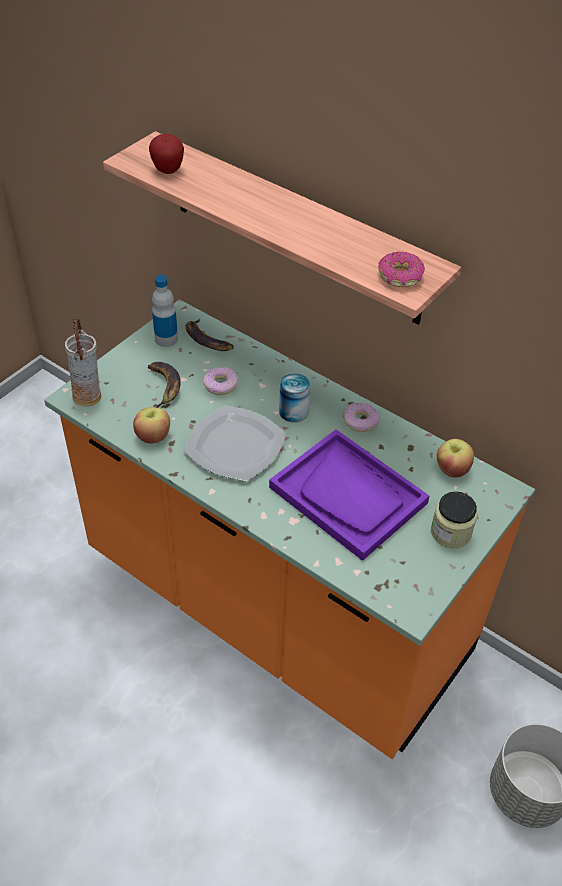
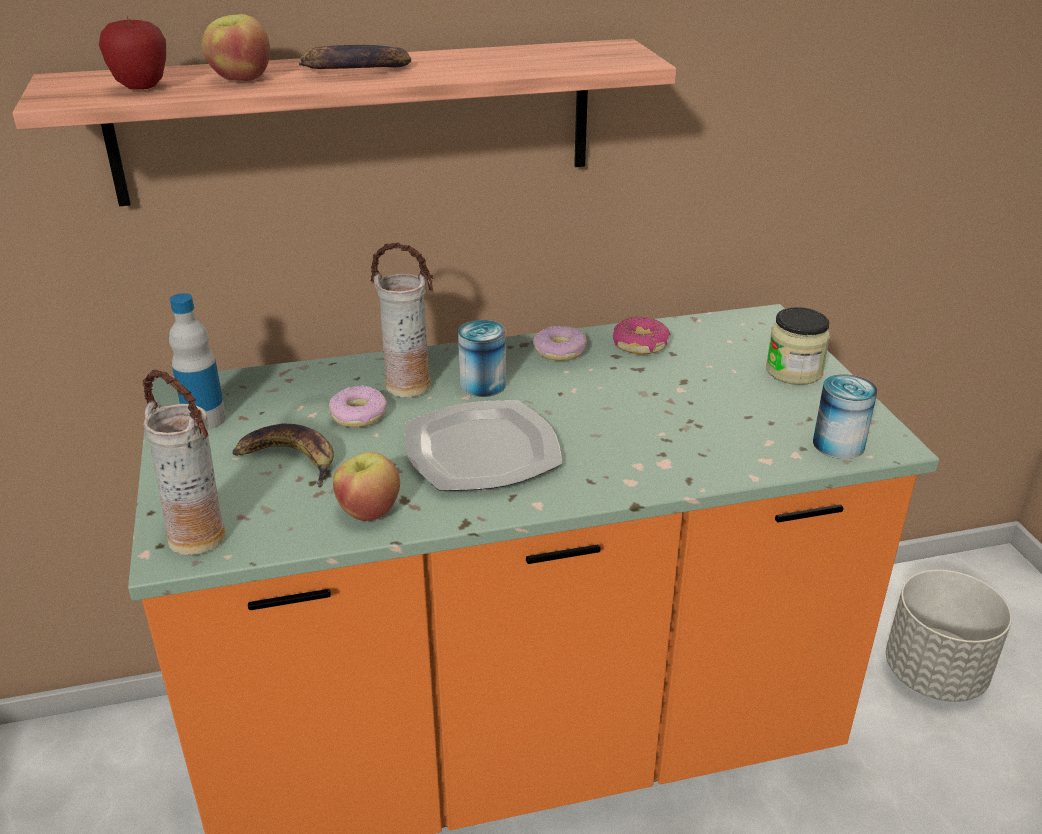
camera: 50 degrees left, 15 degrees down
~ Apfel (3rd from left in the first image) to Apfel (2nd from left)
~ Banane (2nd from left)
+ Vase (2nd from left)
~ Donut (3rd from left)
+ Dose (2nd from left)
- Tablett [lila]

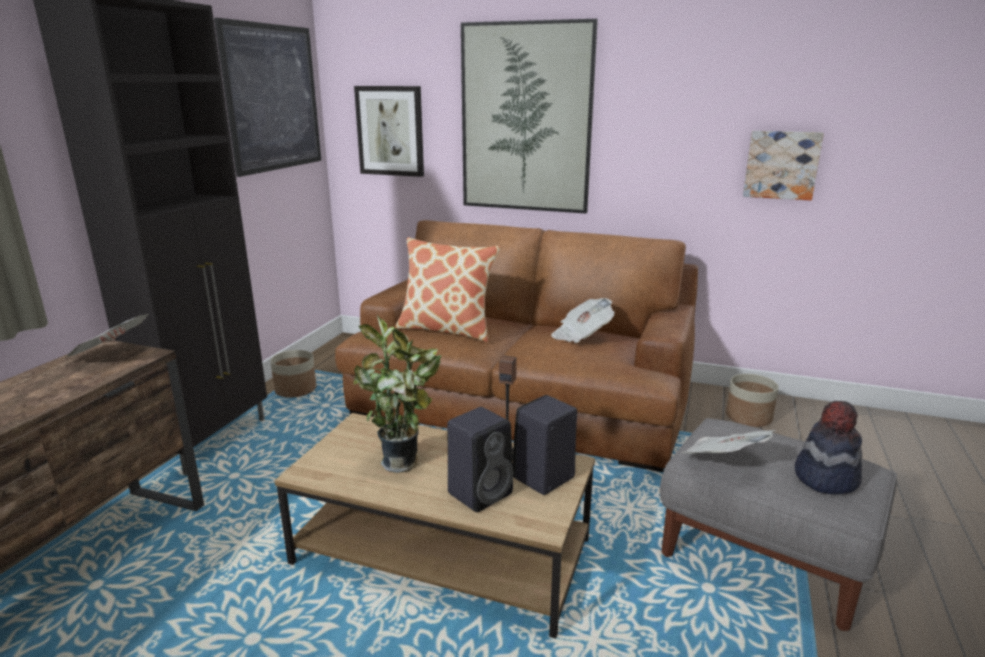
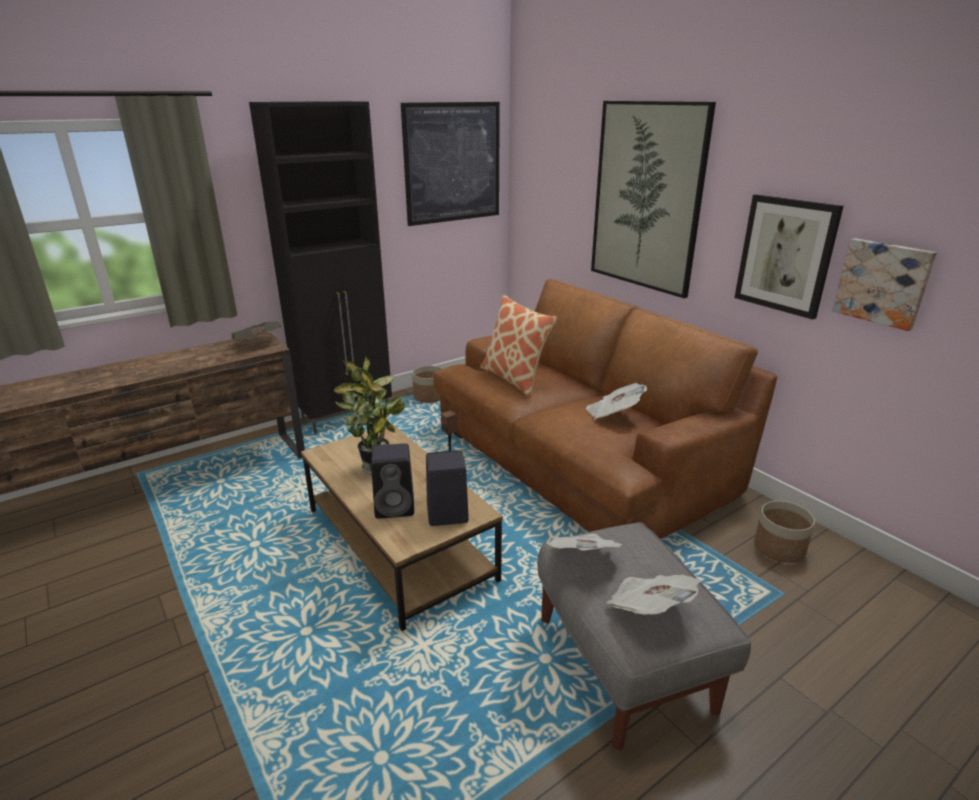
camera: 35 degrees right, 5 degrees up
~ Hut to Zeitung (4th from left)
~ Bild (2nd from left in the first image) to Bild (3rd from left)

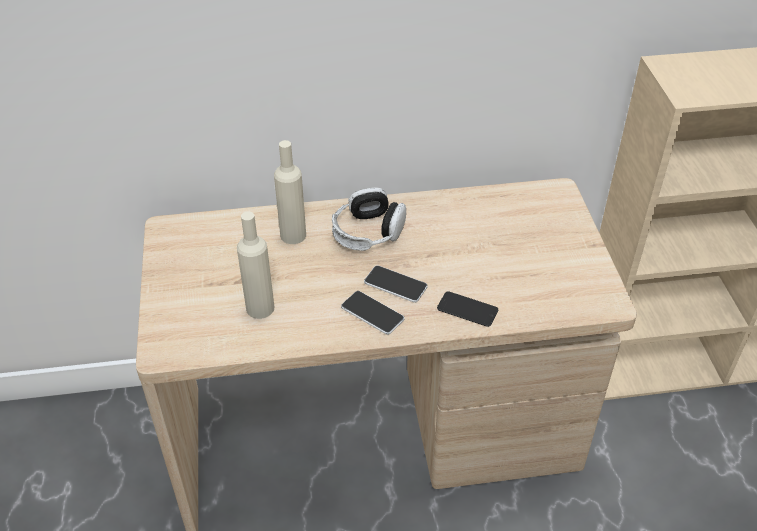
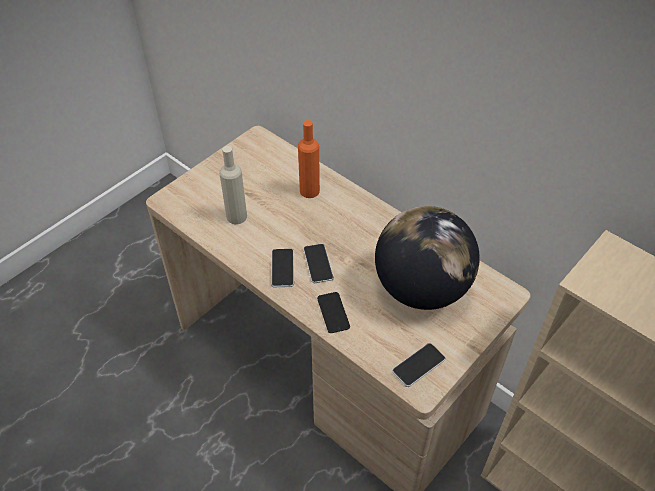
camera: 50 degrees right, 5 degrees up
~ Flasche [beige] (2nd from left) to Flasche [orange]
+ Globus
+ Handy (4th from left)
- Kopfhörer

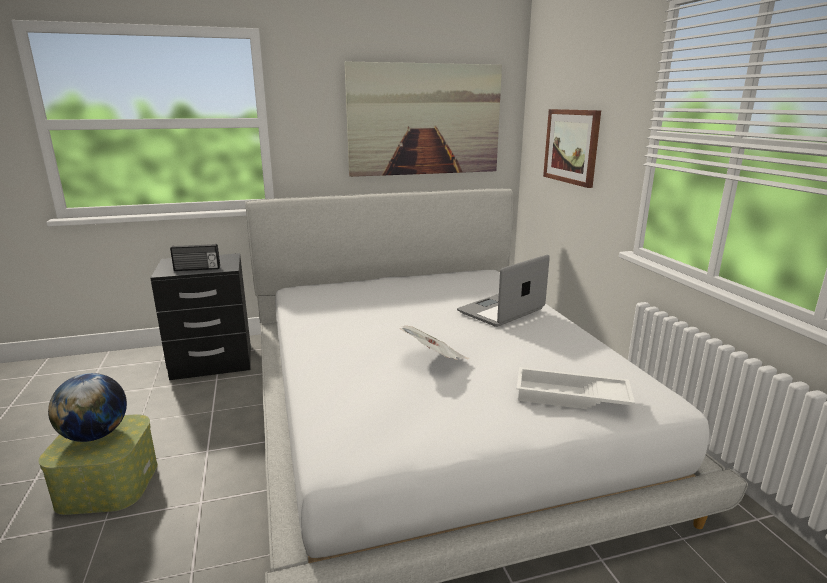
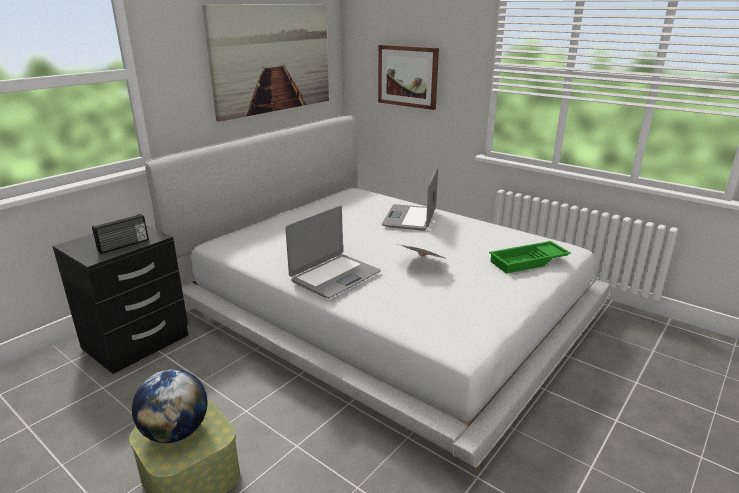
camera: 35 degrees left, 5 degrees up
+ Laptop (1st from left)
~ Tablett [weiß] to Tablett [grün]

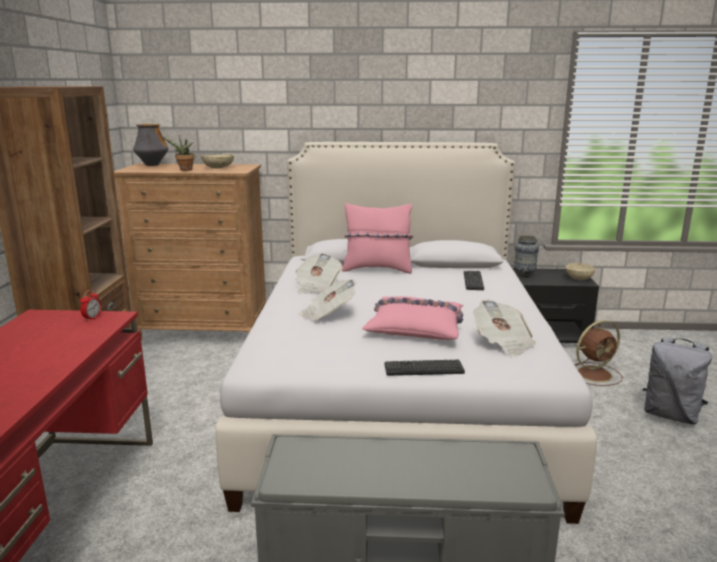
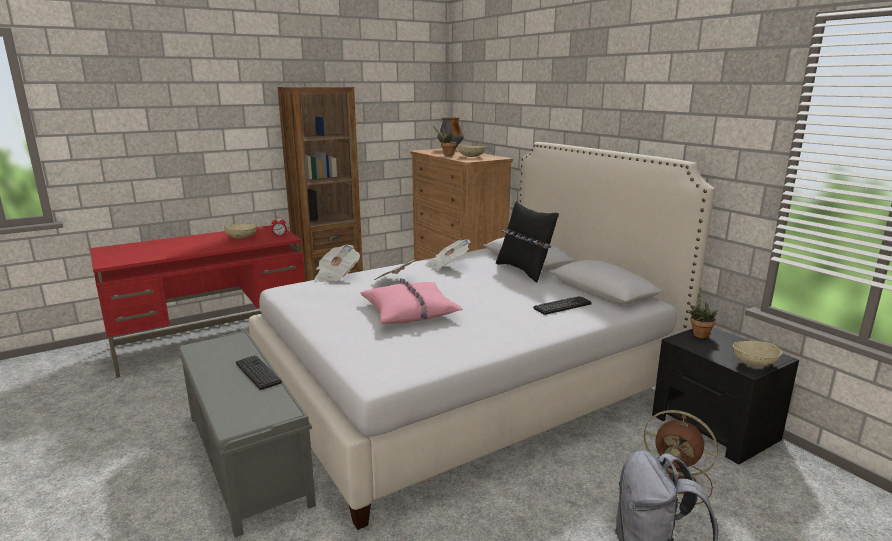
camera: 55 degrees right, 0 degrees up
+ Schüssel [beige] (1st from left)
~ Tastatur (1st from left)
~ Zeitung (3rd from left in the first image) to Zeitung (1st from left)
~ Kissen [rosa] (1st from left) to Kissen [schwarz]
~ Vase (2nd from left) to Topfpflanze (2nd from left)

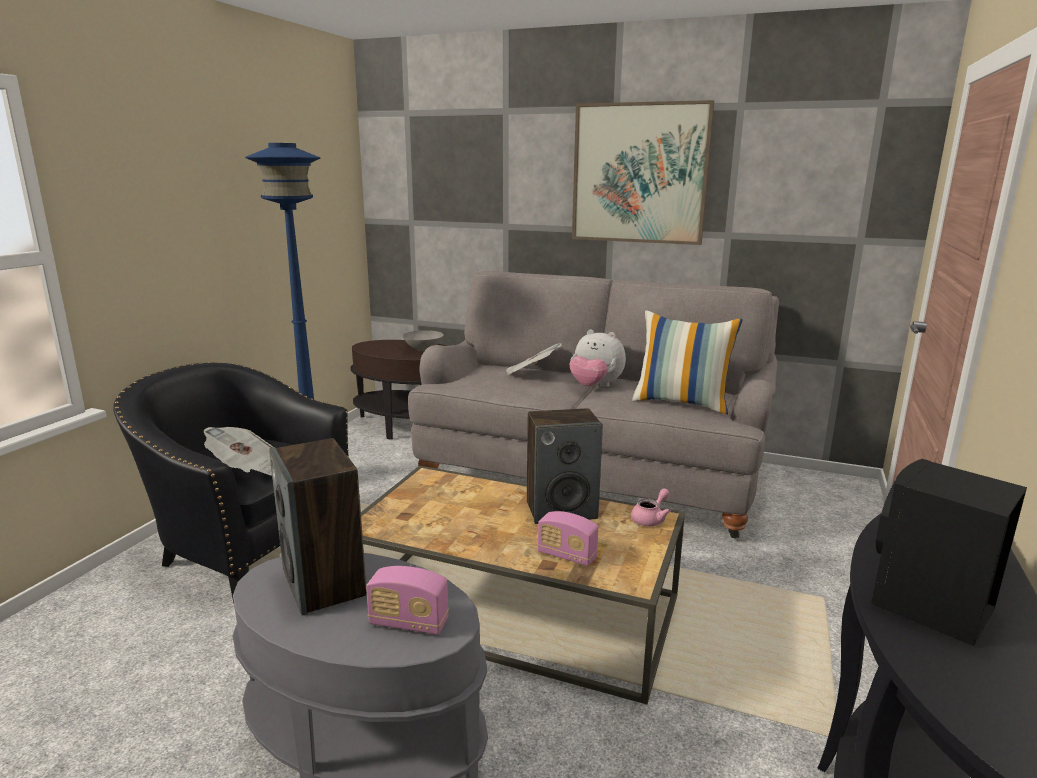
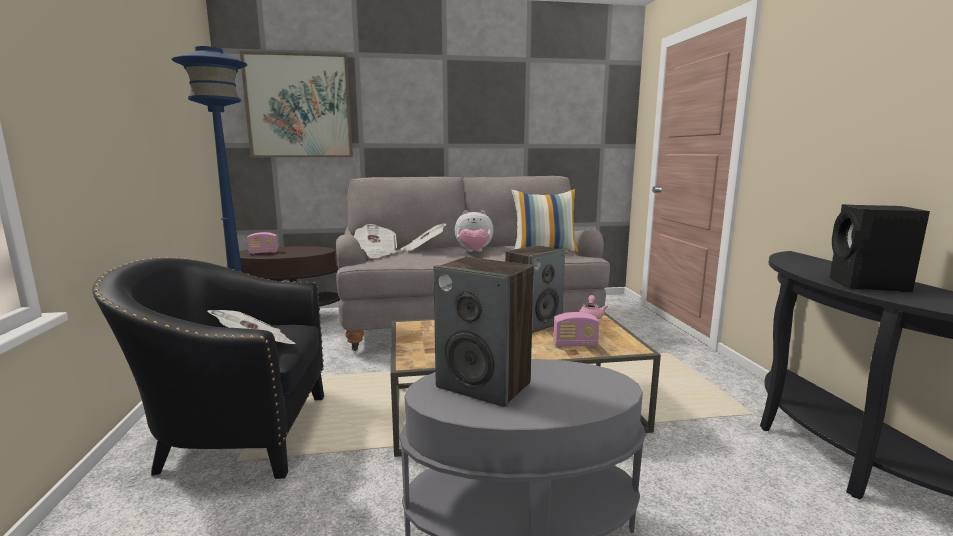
camera: 30 degrees left, 5 degrees down
~ Bild
~ Radio (1st from left)
+ Zeitung (2nd from left)
- Schüssel [grau]

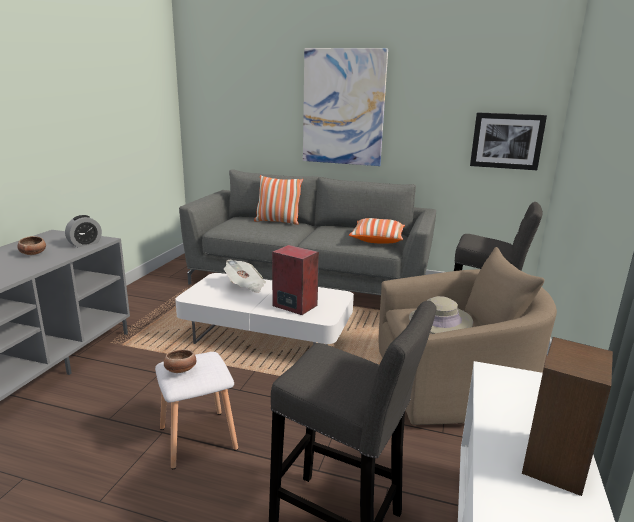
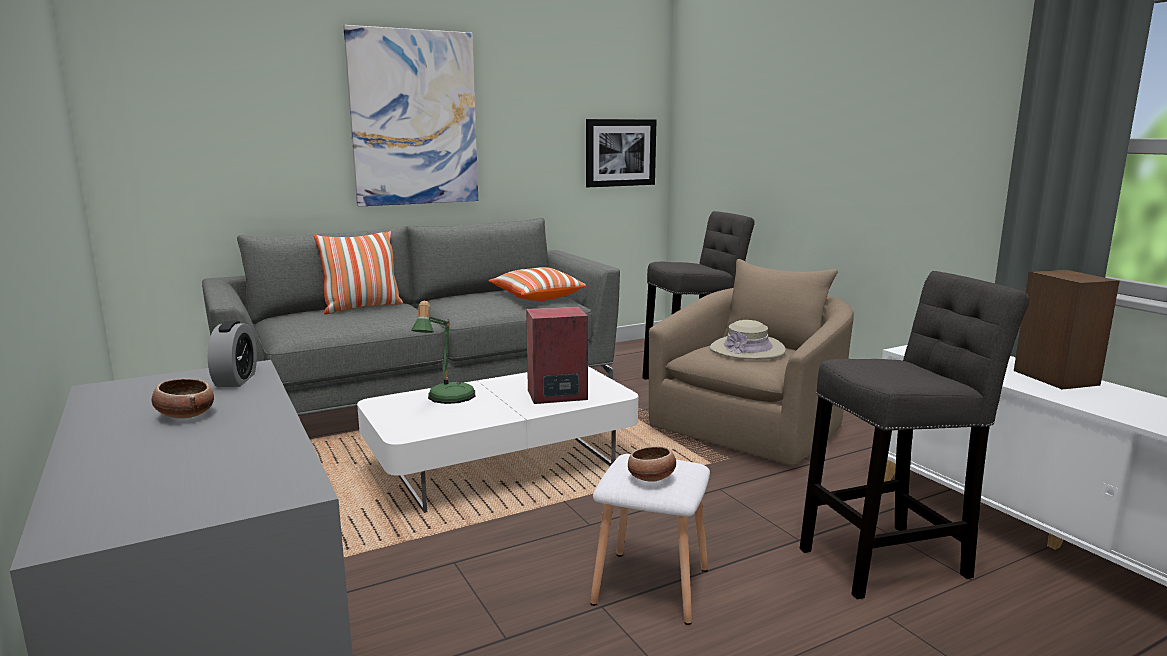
camera: 45 degrees left, 5 degrees down
~ Zeitung to Tischlampe

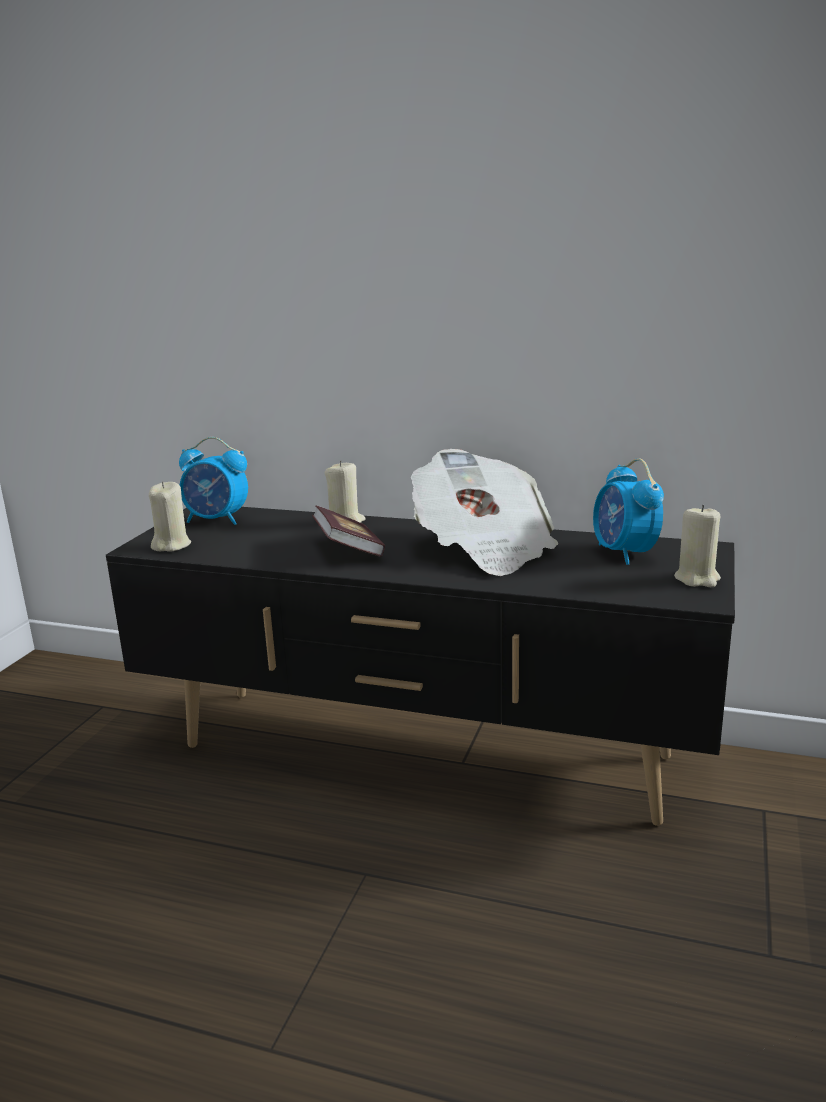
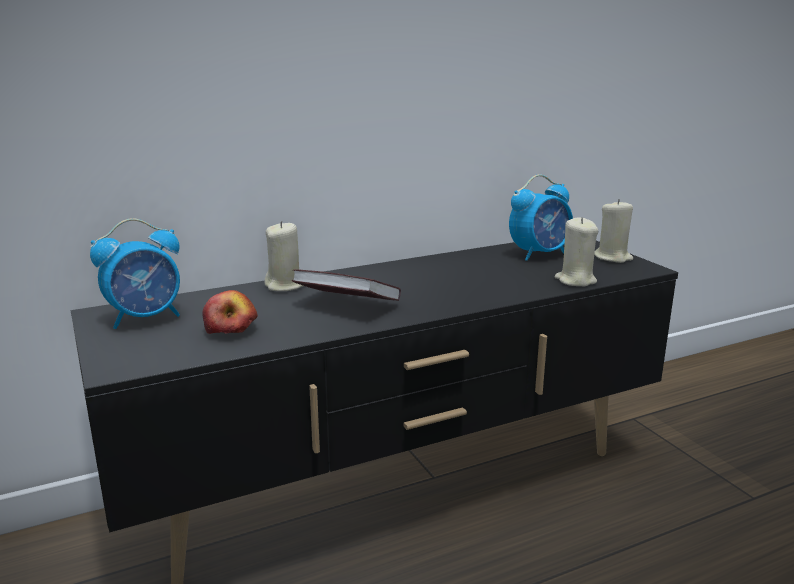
camera: 45 degrees left, 0 degrees up
+ Apfel
~ Wecker (2nd from left) 60 degrees counterclockwise
~ Kerze [beige] (1st from left in the first image) to Kerze [beige] (2nd from left)
- Zeitung

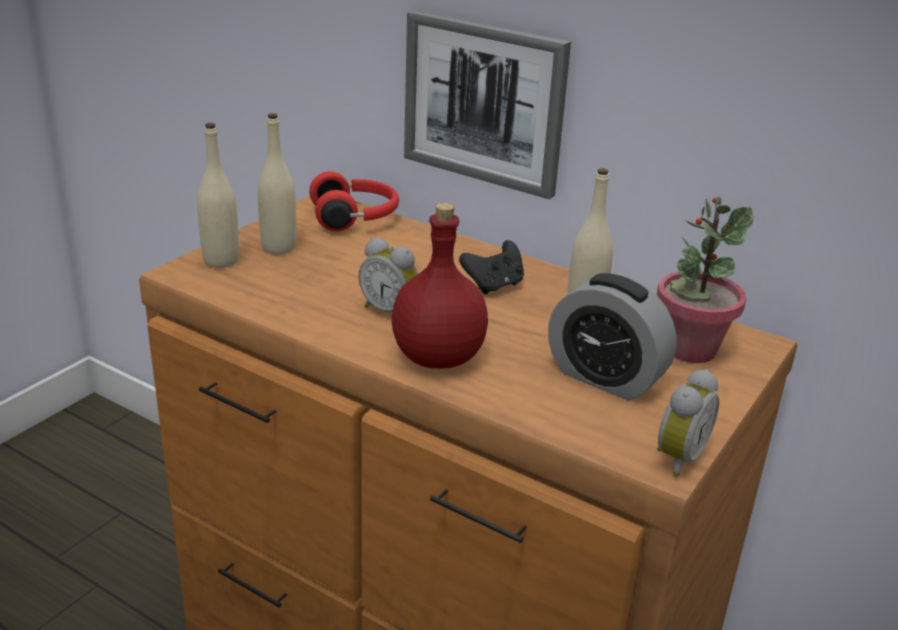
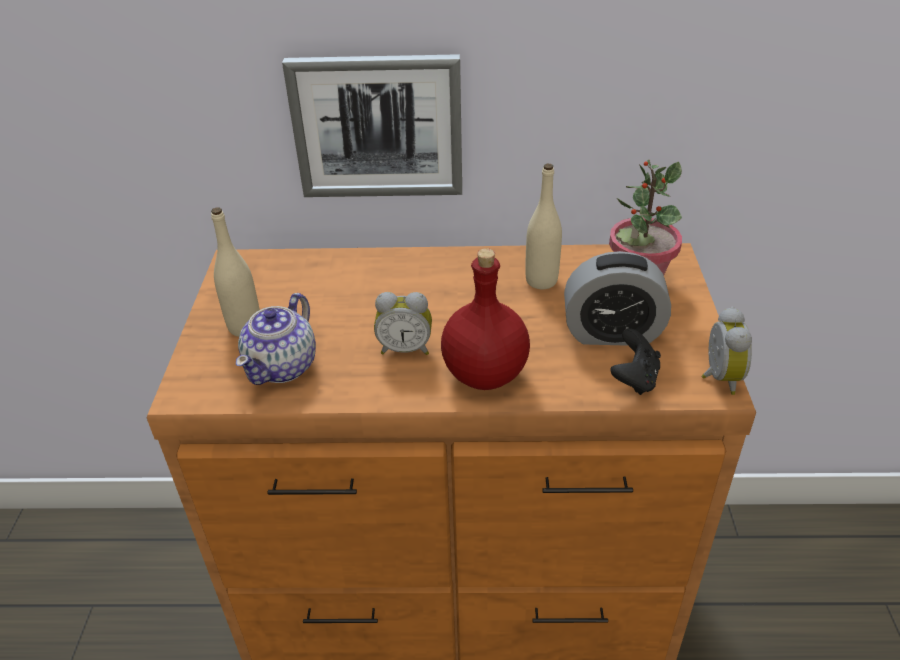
camera: 30 degrees left, 10 degrees up
+ Teekanne
~ Gamepad [schwarz]
- Flasche [beige] (1st from left)
- Kopfhörer [rot]

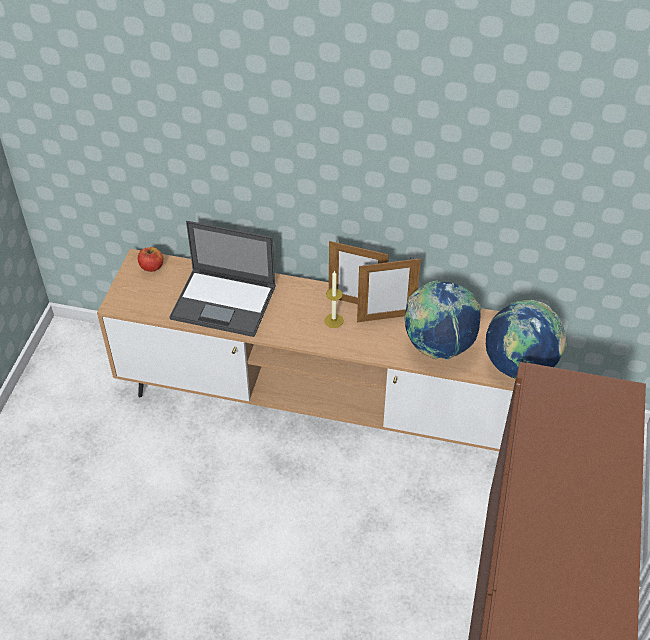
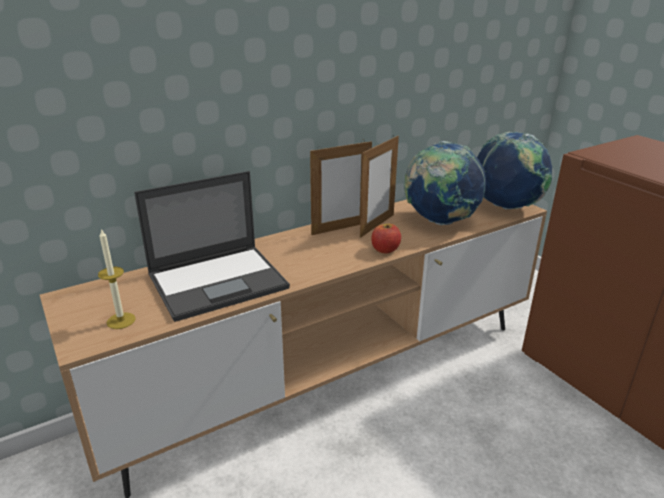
camera: 45 degrees left, 20 degrees down
~ Kerze
~ Apfel

